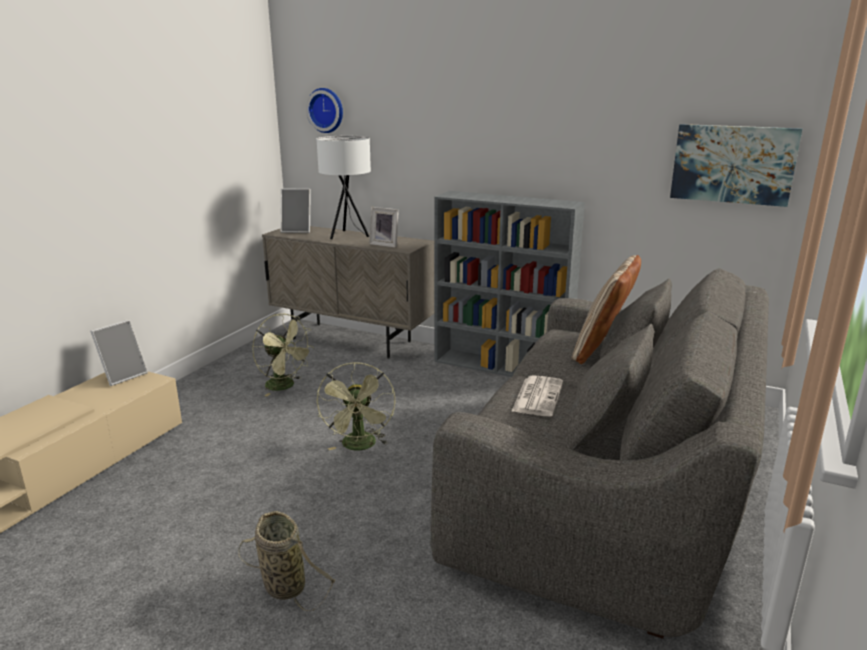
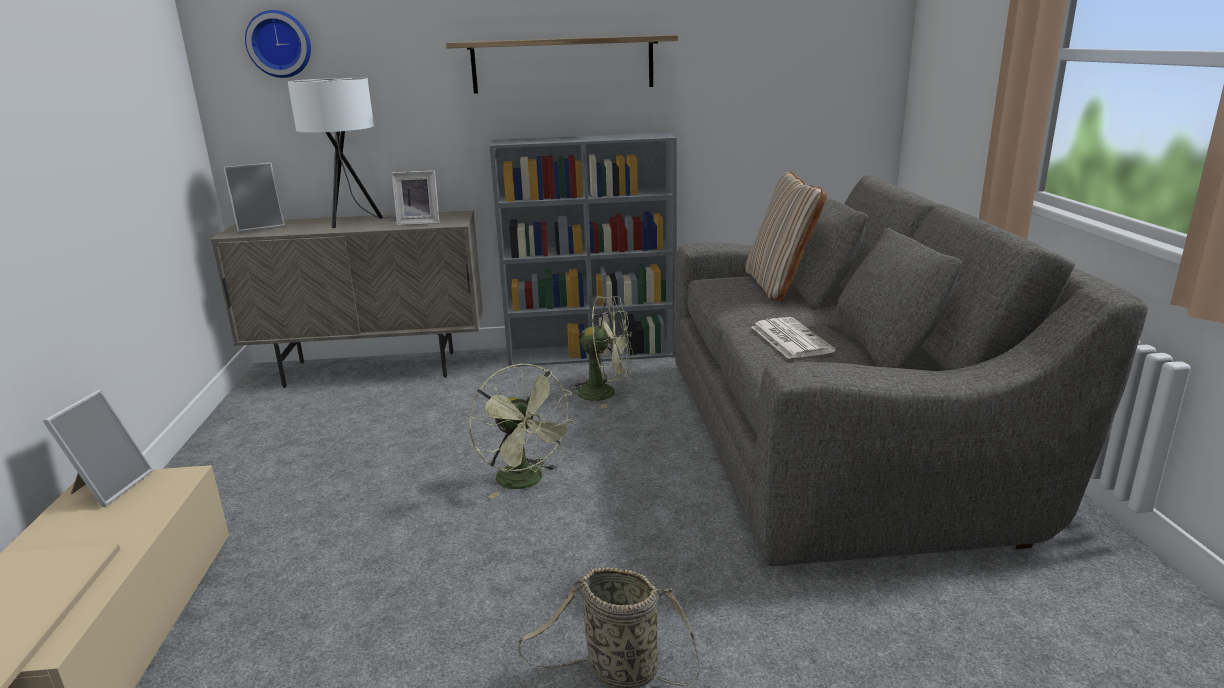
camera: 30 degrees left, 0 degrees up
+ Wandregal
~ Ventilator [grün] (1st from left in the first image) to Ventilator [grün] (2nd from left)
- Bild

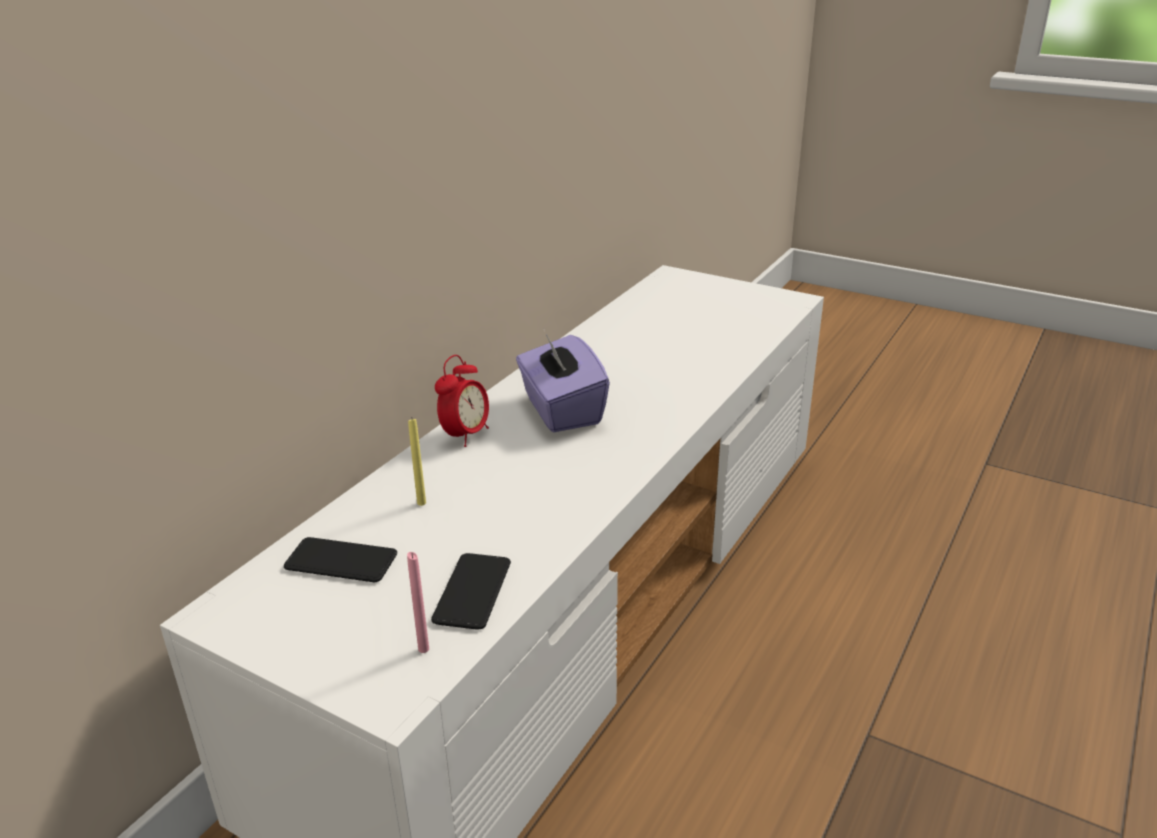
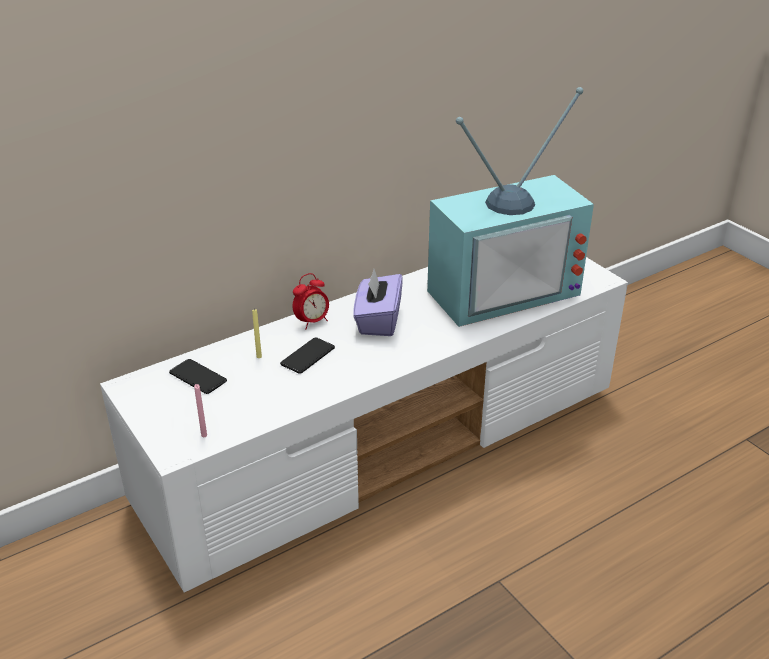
camera: 25 degrees right, 5 degrees up
~ Handy (2nd from left)
+ Fernseher

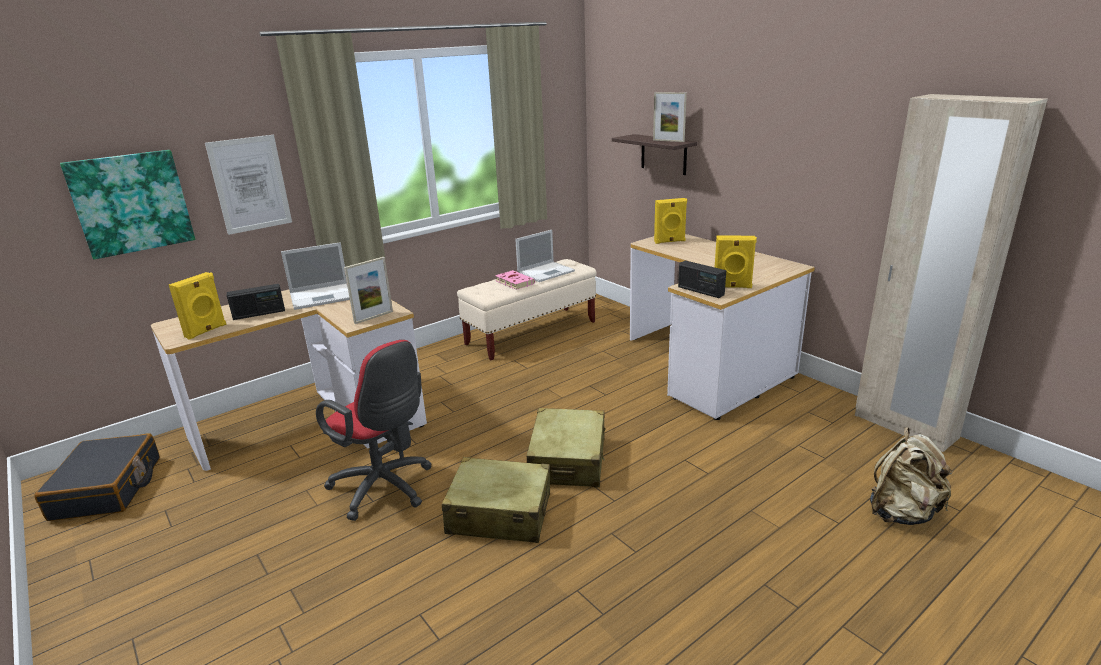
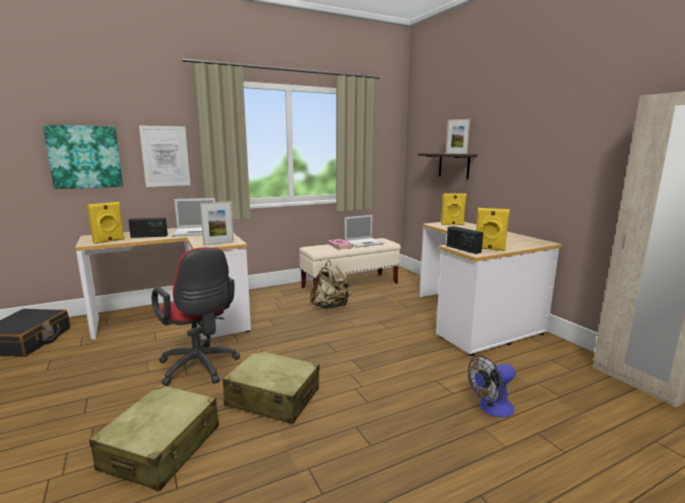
camera: 10 degrees right, 10 degrees down
~ Koffer [beige] (2nd from left in the first image) to Koffer [beige] (1st from left)
~ Rucksack [beige]
+ Ventilator

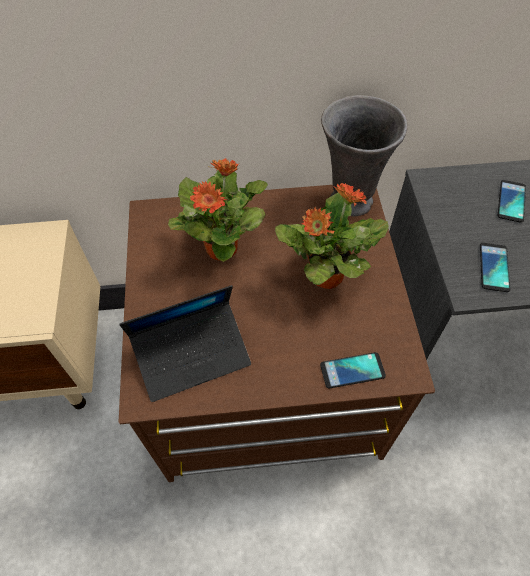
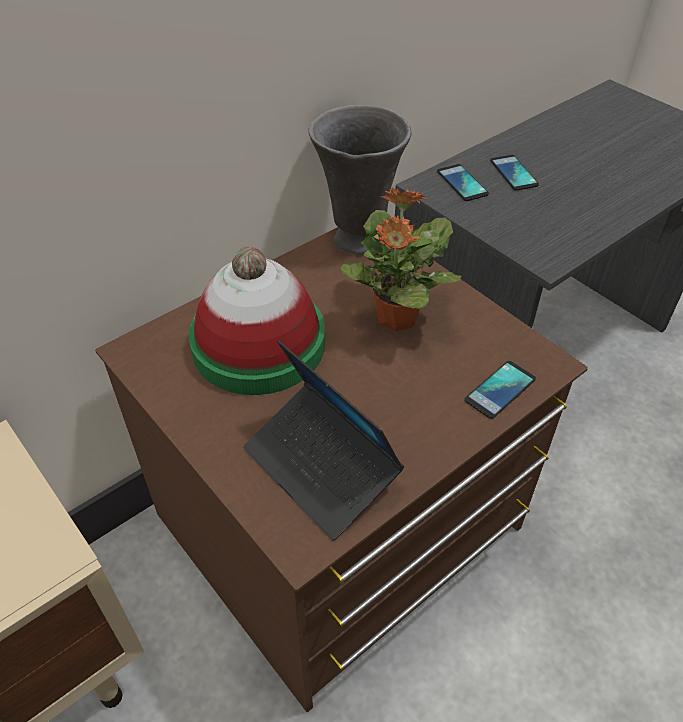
camera: 35 degrees left, 10 degrees down
~ Topfpflanze (1st from left) to Hut
~ Laptop 105 degrees clockwise
~ Handy (2nd from left in the first image) to Handy (1st from left)

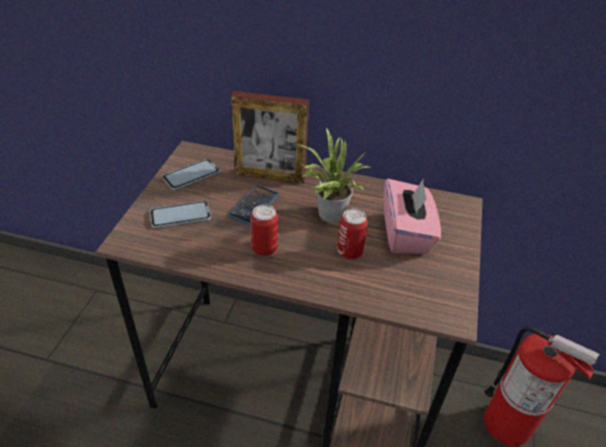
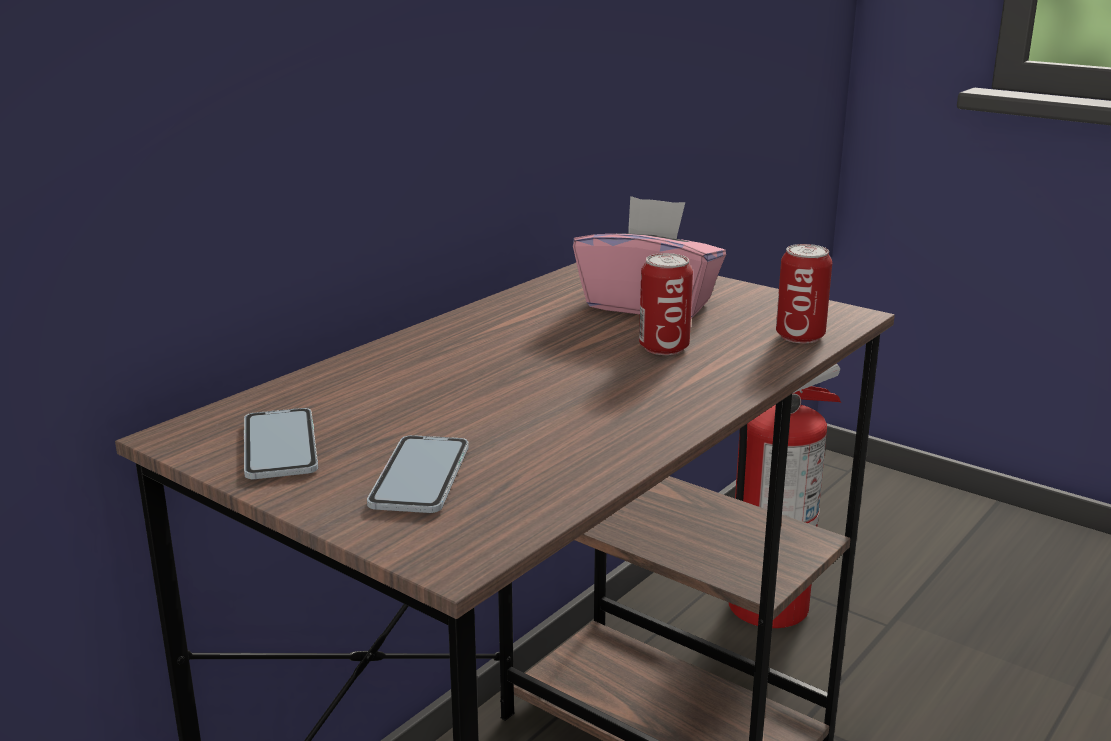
camera: 65 degrees left, 20 degrees down
~ Dose (1st from left in the first image) to Dose (2nd from left)
- Handy (3rd from left)
- Bilderrahmen
- Topfpflanze

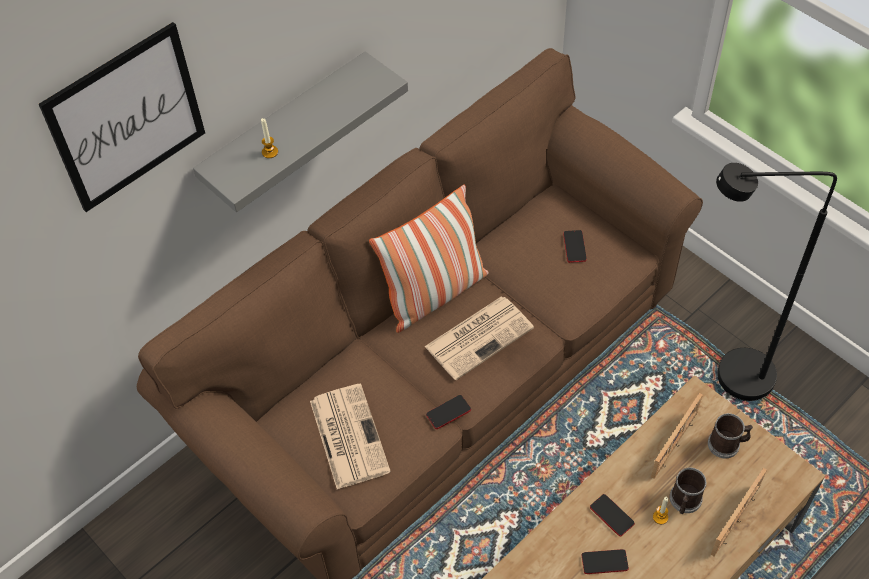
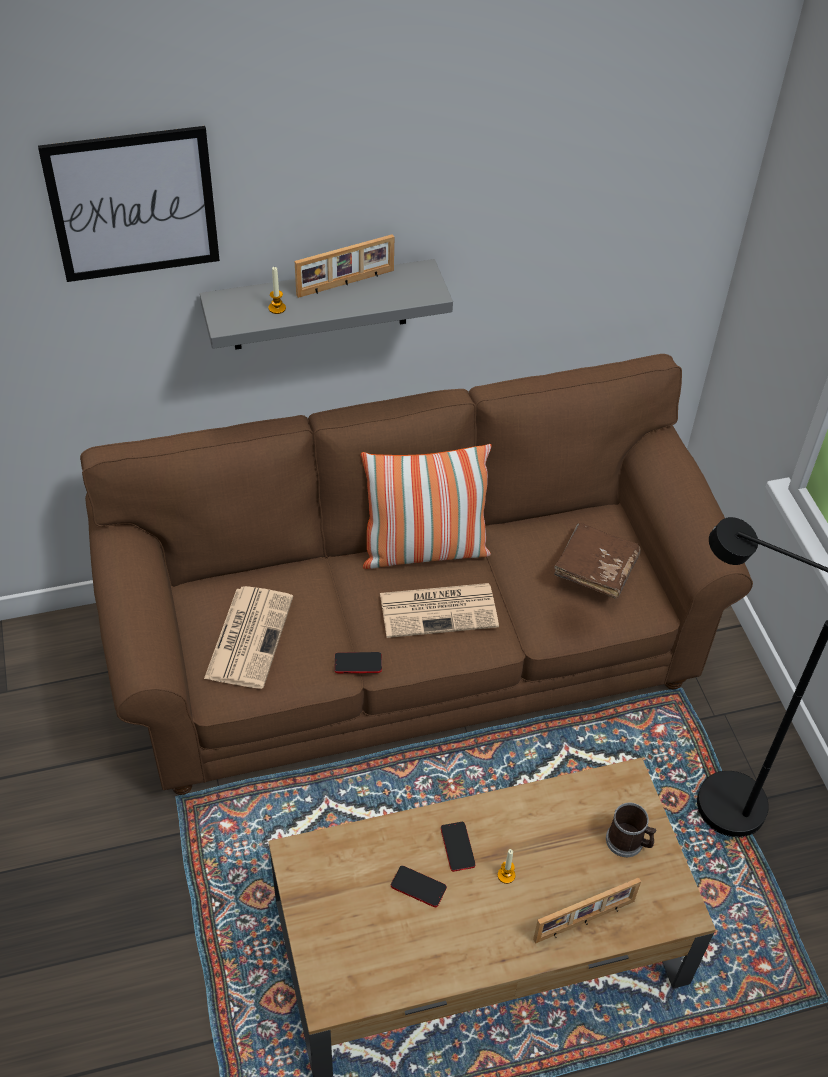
camera: 25 degrees right, 5 degrees down
~ Bilderrahmen (1st from left)
~ Handy (2nd from left) to Buch [braun]
- Henkelbecher (1st from left)

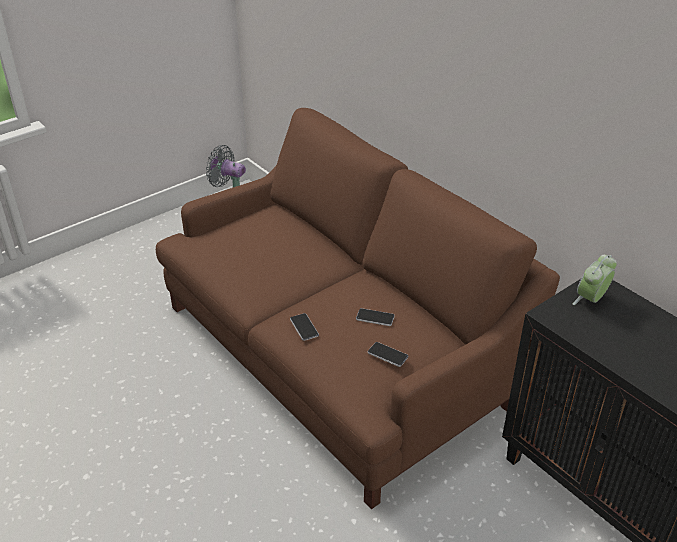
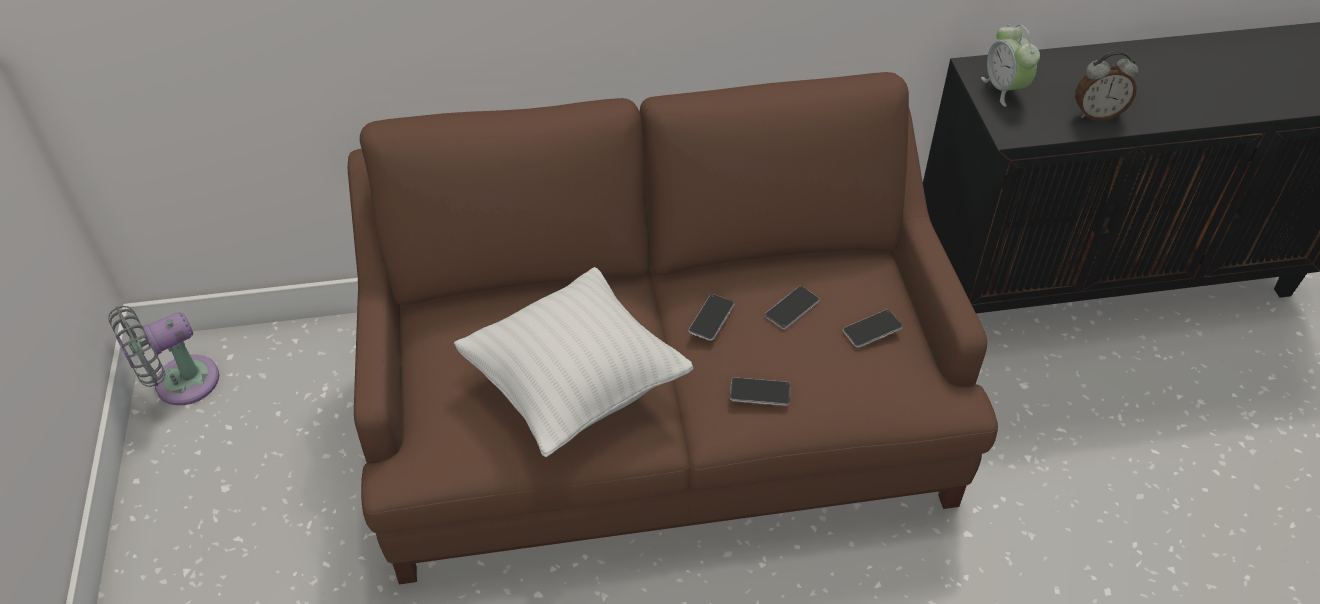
camera: 60 degrees left, 10 degrees up
+ Kissen [weiß]
+ Handy (1st from left)
+ Wecker (2nd from left)

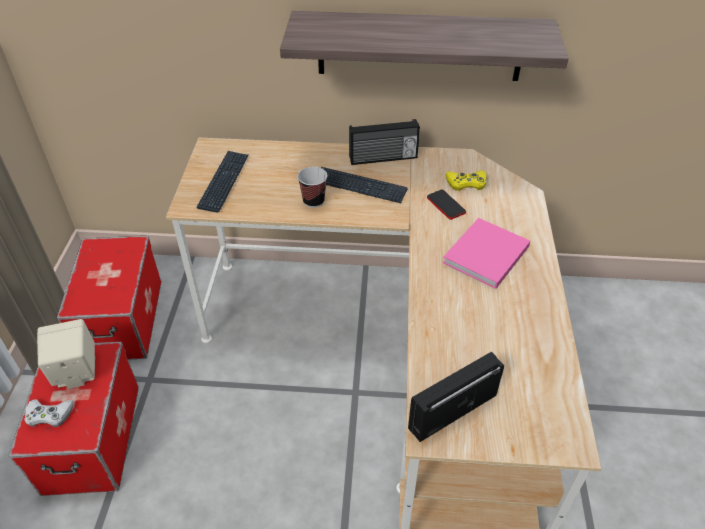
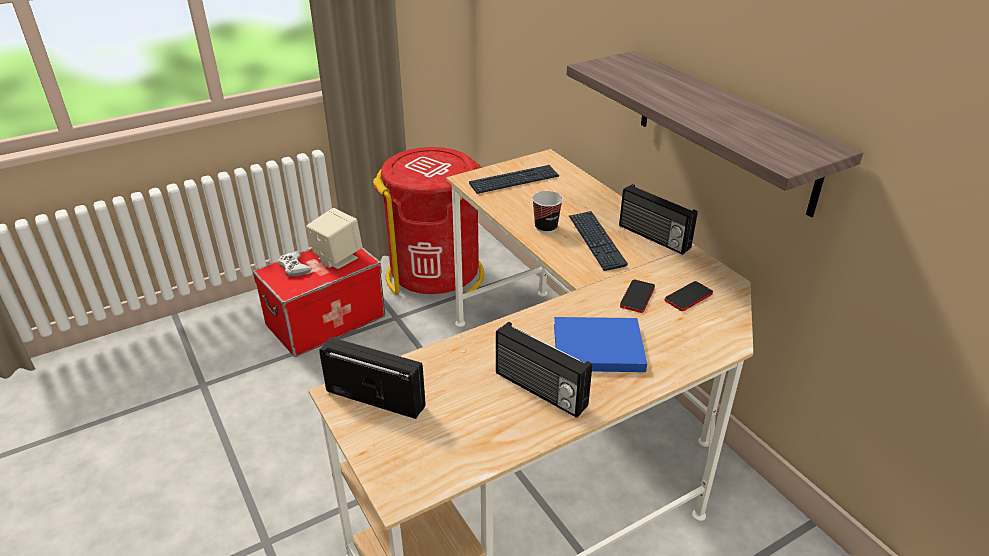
camera: 55 degrees right, 10 degrees down
~ Aufbewahrungsbox (2nd from left) to Mülleimer [rot]
+ Radio (2nd from left)
~ Buch [rosa] to Buch [blau]
~ Gamepad [gelb] to Handy (2nd from left)

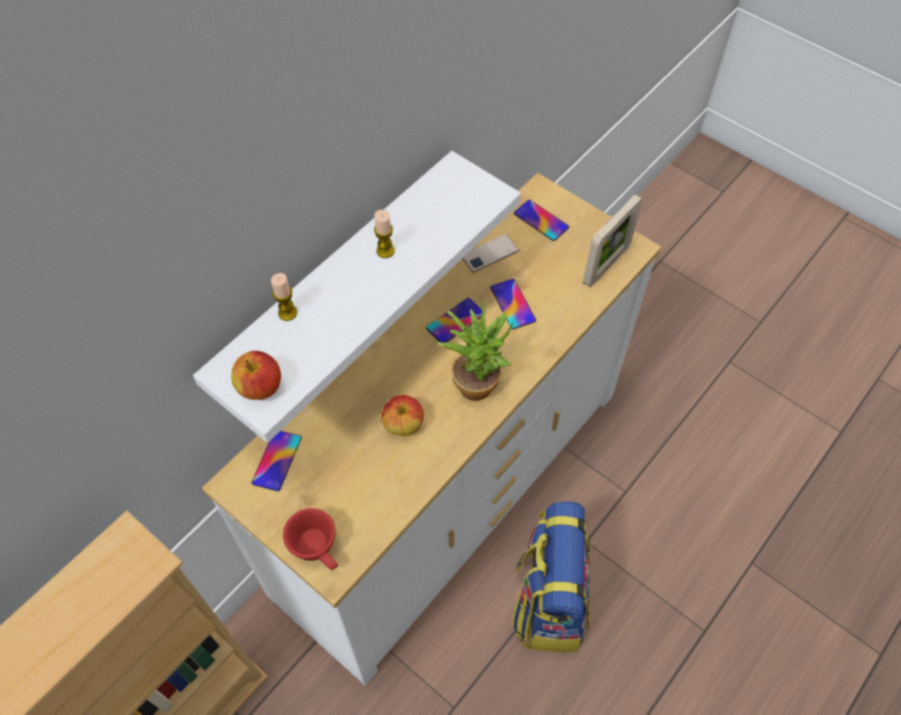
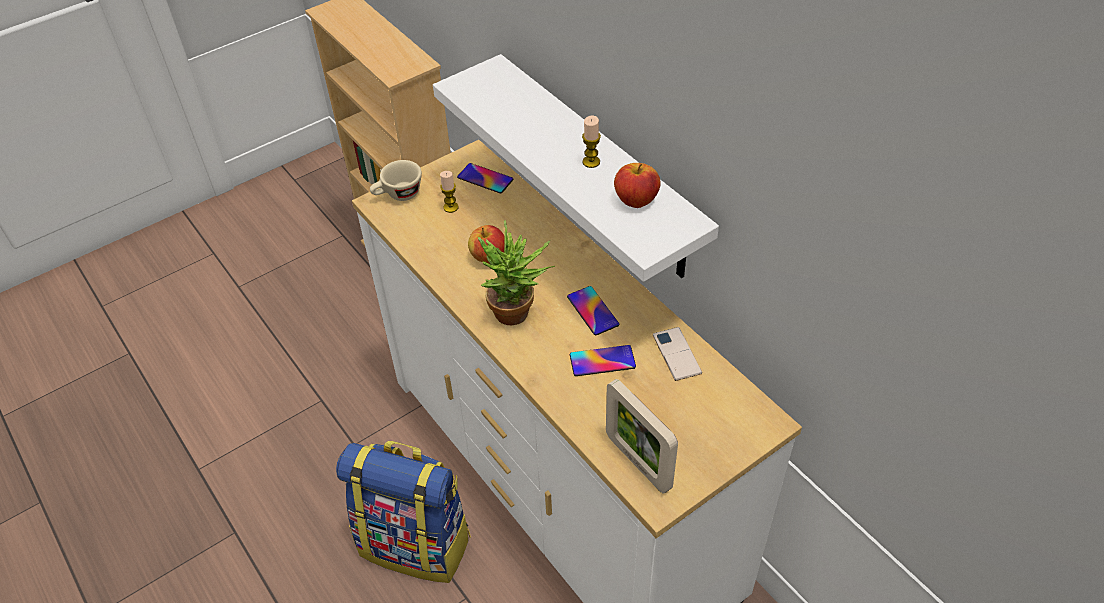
camera: 105 degrees right, 10 degrees down
~ Tasse [rot] to Tasse [beige]
~ Kerze (1st from left)
~ Apfel (1st from left in the first image) to Apfel (2nd from left)
- Handy (5th from left)

